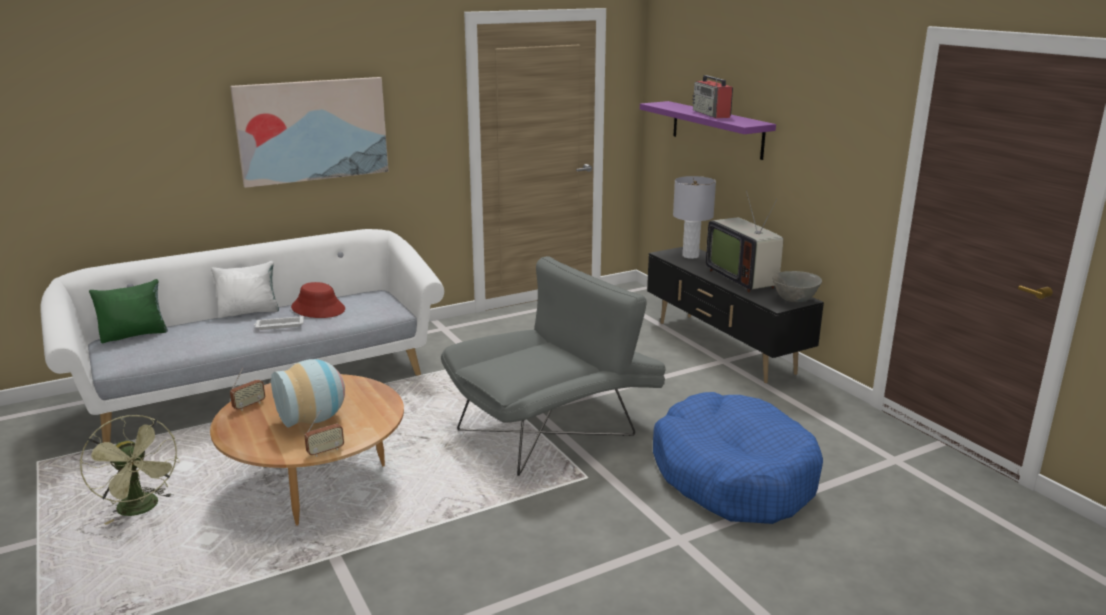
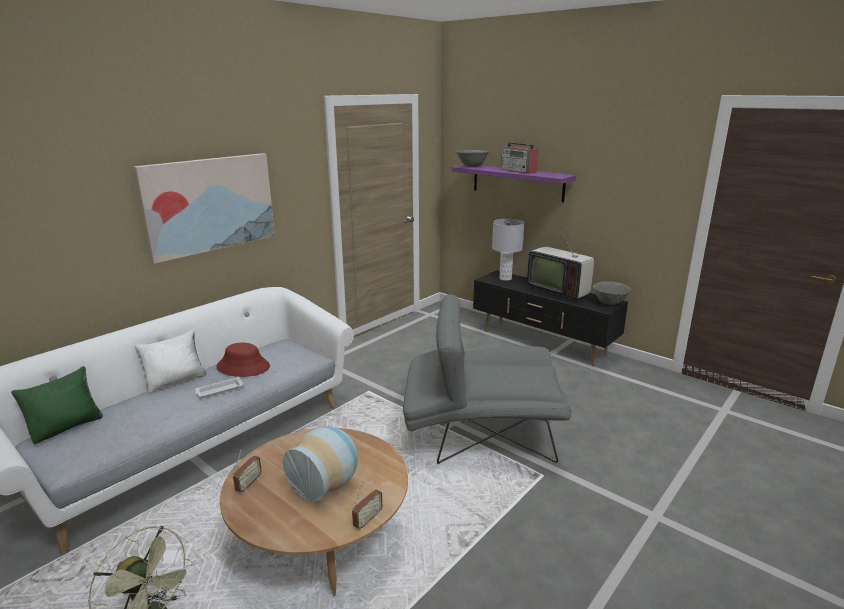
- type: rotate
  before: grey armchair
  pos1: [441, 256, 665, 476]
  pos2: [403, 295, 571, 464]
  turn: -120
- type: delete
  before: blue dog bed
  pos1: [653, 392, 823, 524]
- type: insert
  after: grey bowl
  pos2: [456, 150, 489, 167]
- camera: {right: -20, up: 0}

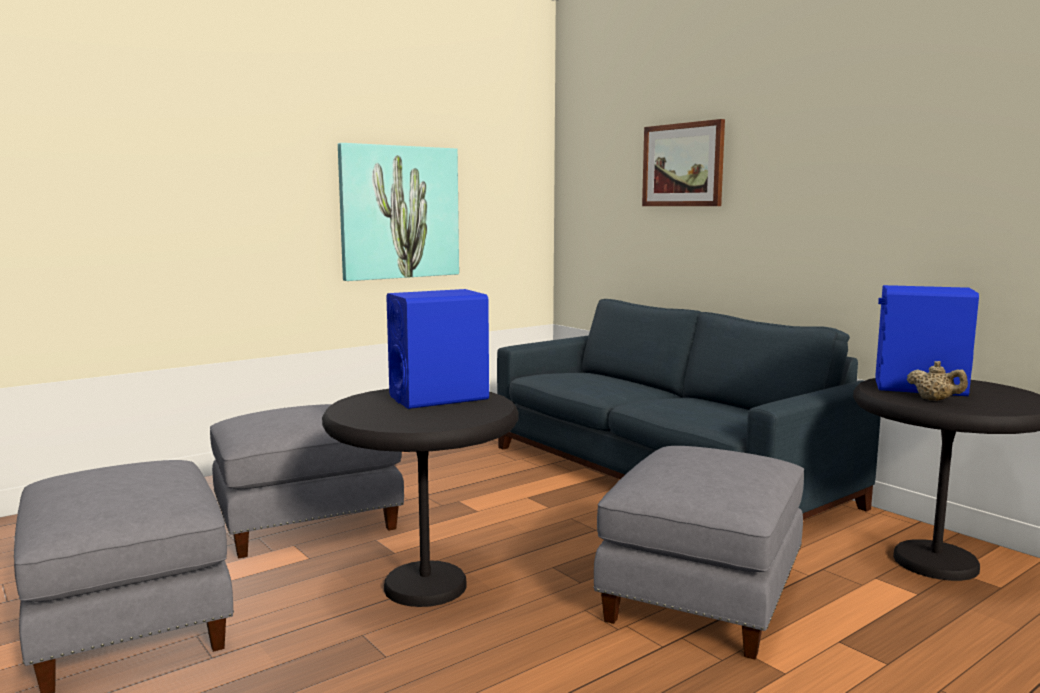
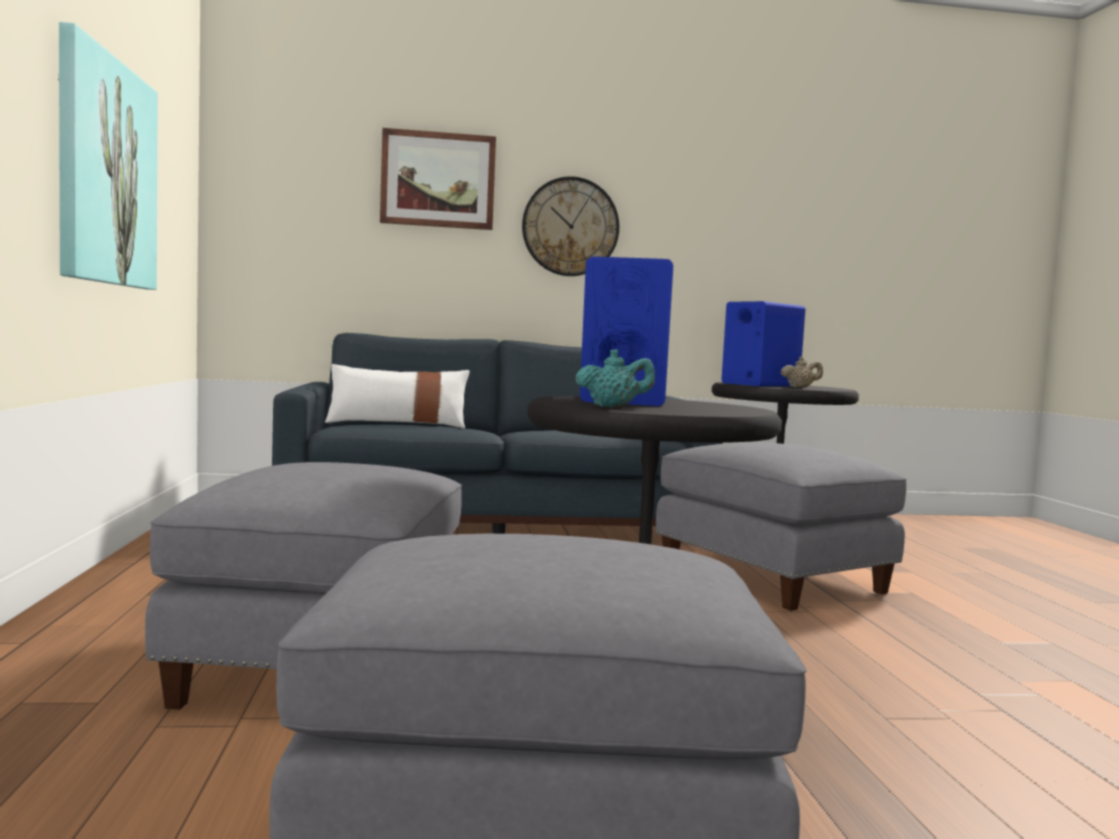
- type: insert
  after: wall clock
  pos2: [522, 176, 619, 276]
- type: insert
  after: turquoise teapot
  pos2: [576, 349, 655, 407]
- type: insert
  after: white pillow
  pos2: [325, 364, 470, 428]
- camera: {right: -60, up: -5}

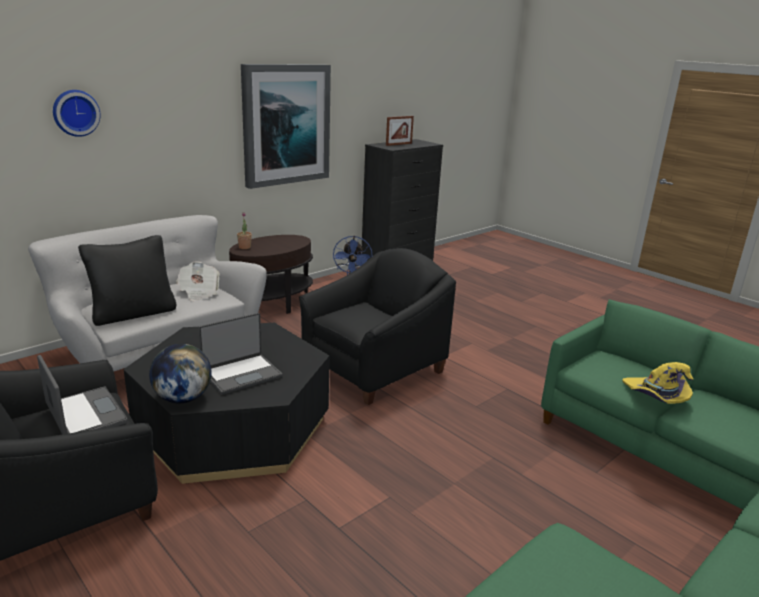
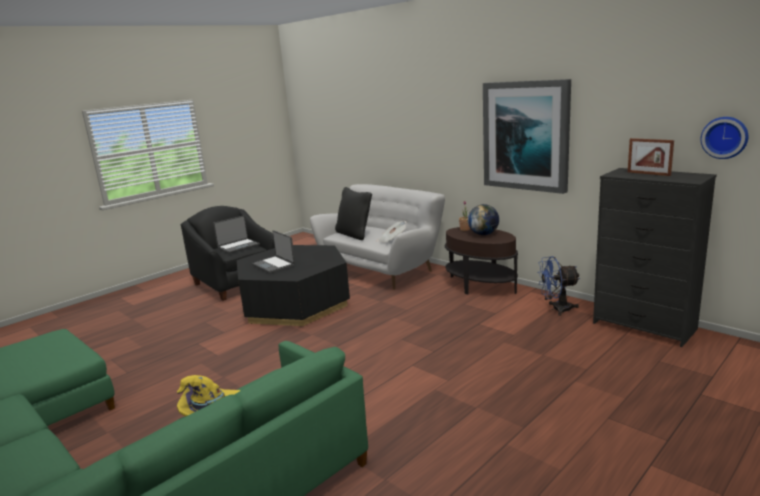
- type: move
  before: wall clock
  pos1: [53, 90, 101, 137]
  pos2: [701, 117, 748, 159]
- type: delete
  before: black armchair
  pos1: [299, 248, 456, 405]
- type: move
  before: globe
  pos1: [149, 344, 212, 403]
  pos2: [468, 204, 499, 235]
- camera: {right: 90, up: -5}

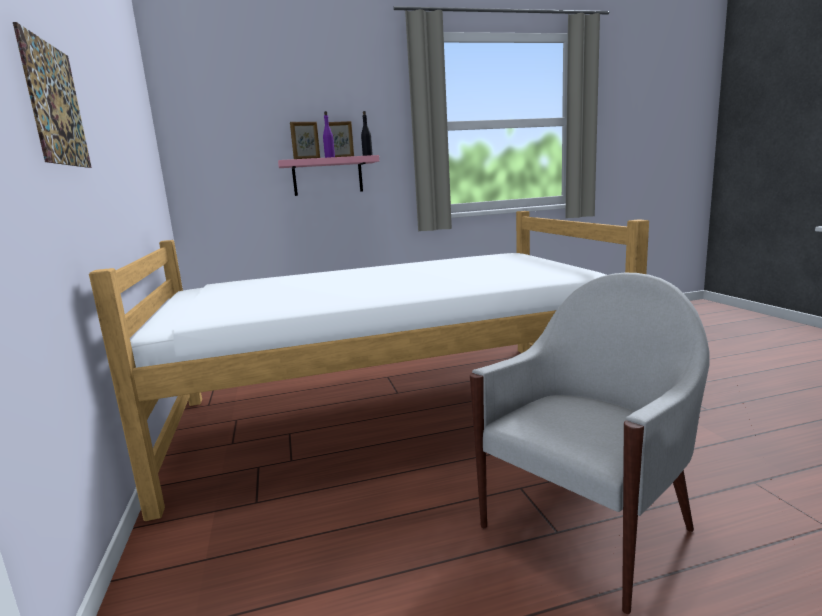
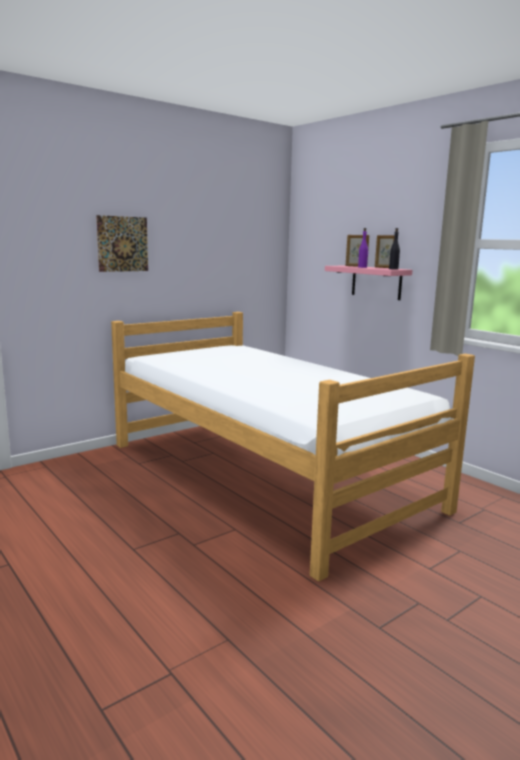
- type: delete
  before: white armchair
  pos1: [470, 273, 710, 614]
- camera: {right: 65, up: 0}

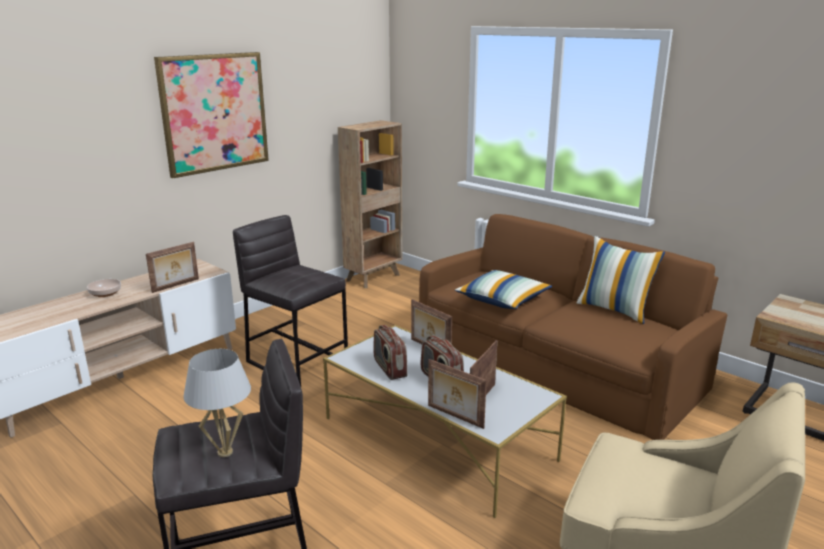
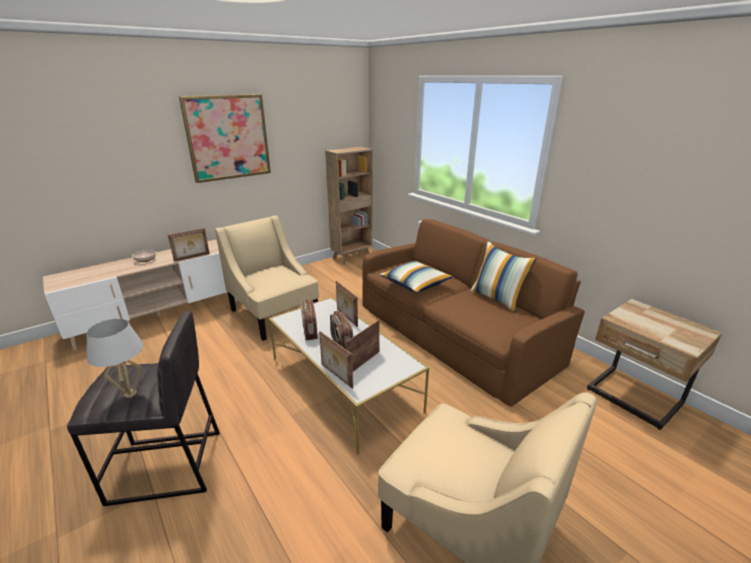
- type: replace
  before: grey stool
  after: beige armchair
  pos1: [233, 215, 348, 386]
  pos2: [215, 216, 319, 341]
- camera: {right: 10, up: 5}

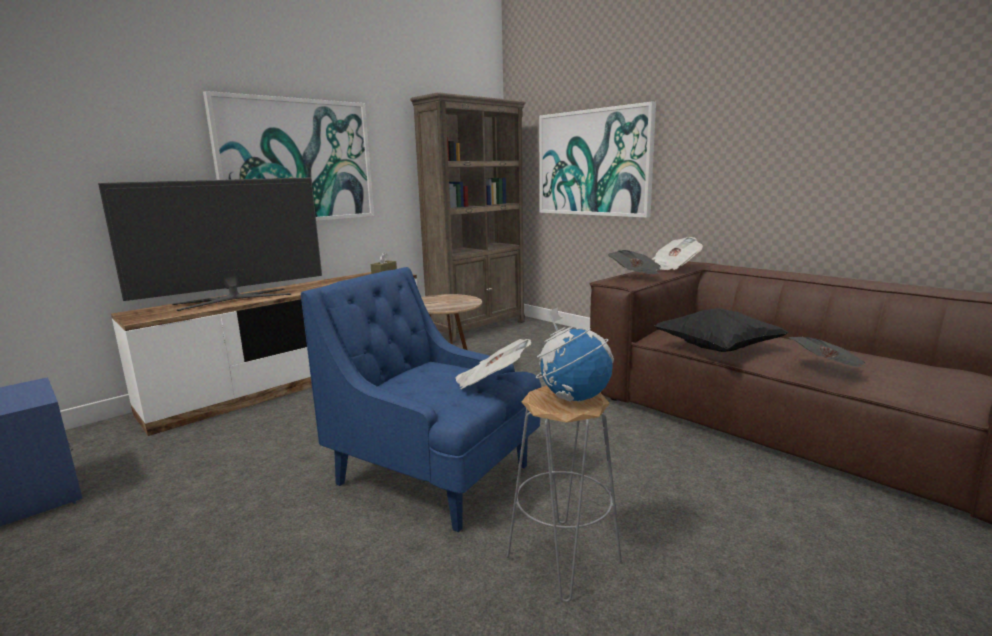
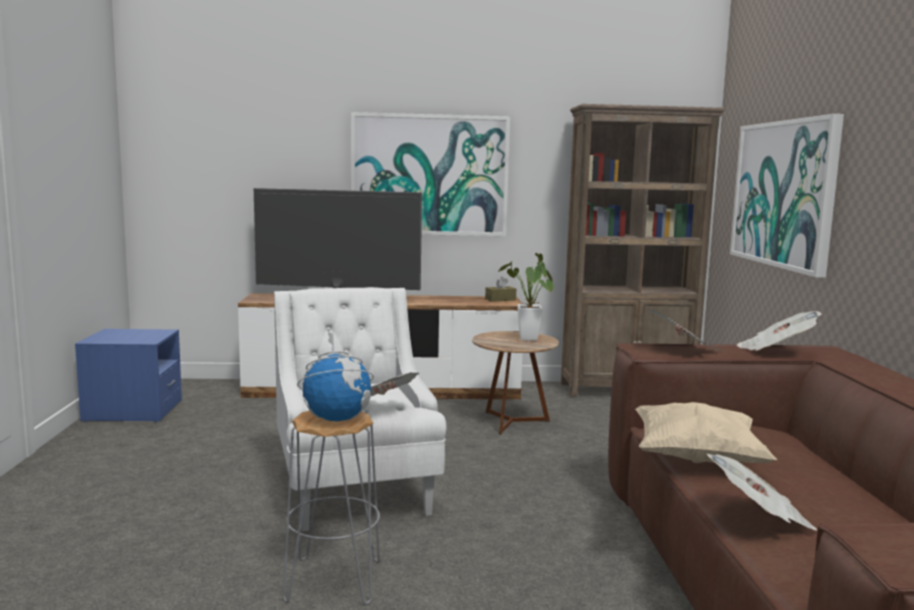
- type: recolor
  before: blue armchair
  after: white armchair
  pos1: [301, 267, 541, 532]
  pos2: [274, 287, 447, 531]
- type: recolor
  before: black pillow
  after: beige pillow
  pos1: [655, 309, 789, 352]
  pos2: [635, 402, 777, 463]
- type: insert
  after: potted plant
  pos2: [497, 253, 554, 341]
- camera: {right: 40, up: -5}

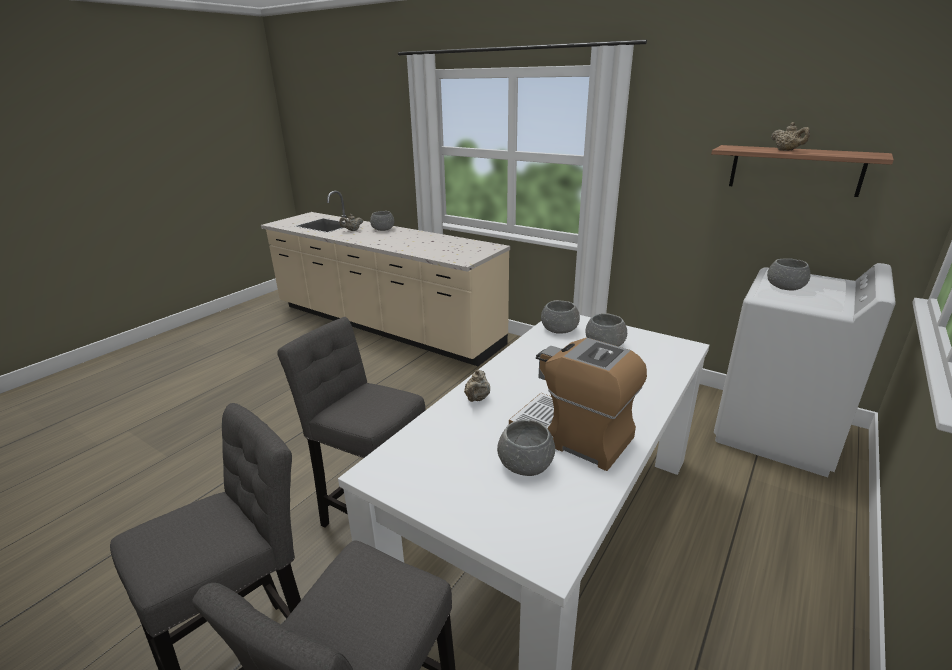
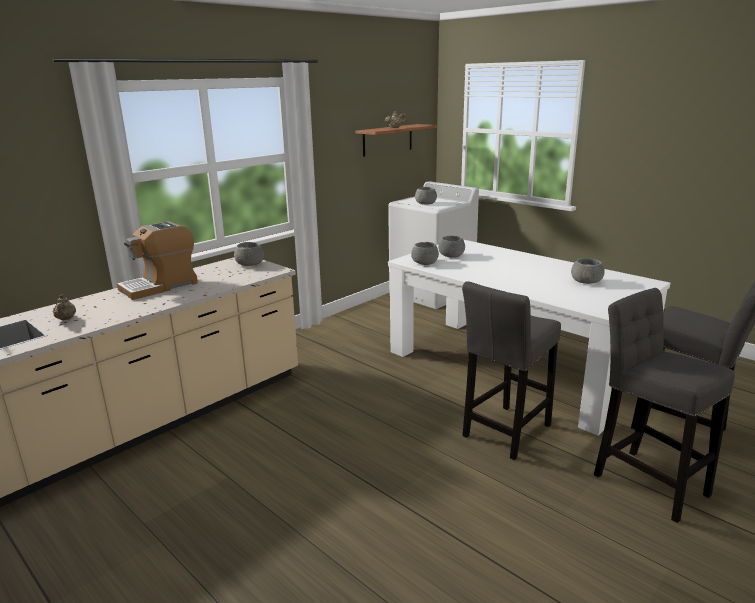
- type: move
  before: grey bowl
  pos1: [370, 211, 394, 231]
  pos2: [234, 242, 264, 266]
- type: move
  before: coffee machine
  pos1: [509, 338, 647, 471]
  pos2: [117, 221, 198, 300]
- type: delete
  before: beige teapot
  pos1: [464, 369, 490, 402]
- camera: {right: -80, up: -5}

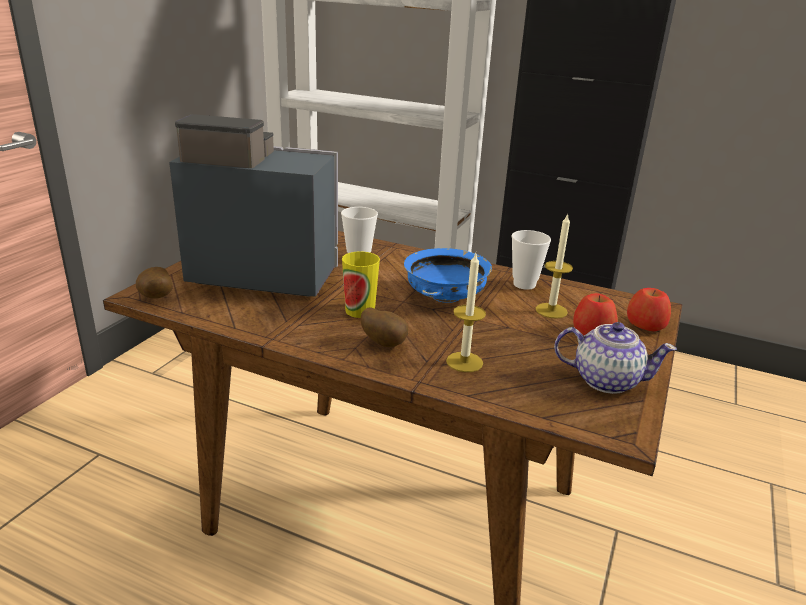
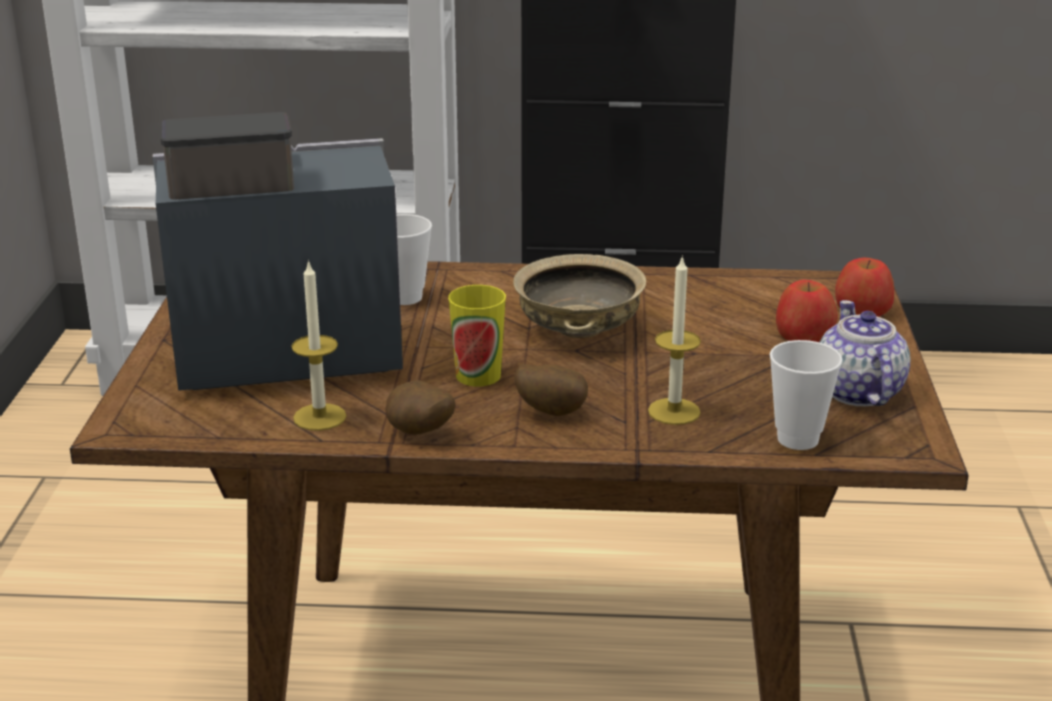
- type: move
  before: candle
  pos1: [536, 213, 573, 319]
  pos2: [291, 260, 346, 431]
- type: move
  before: cup
  pos1: [512, 230, 551, 290]
  pos2: [770, 340, 843, 450]
- type: recolor
  before: blue bowl
  after: beige bowl
  pos1: [404, 248, 492, 303]
  pos2: [513, 254, 646, 338]
- type: move
  before: potato
  pos1: [136, 267, 173, 299]
  pos2: [385, 381, 455, 435]
- type: rotate
  before: teapot
  pos1: [554, 322, 677, 394]
  pos2: [819, 300, 911, 406]
  turn: -90
- camera: {right: -20, up: 0}

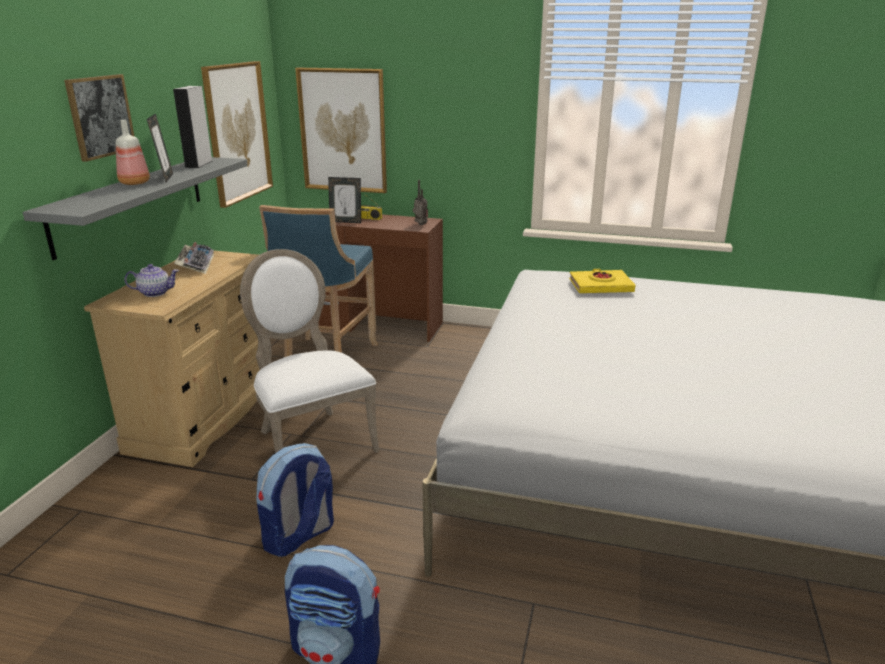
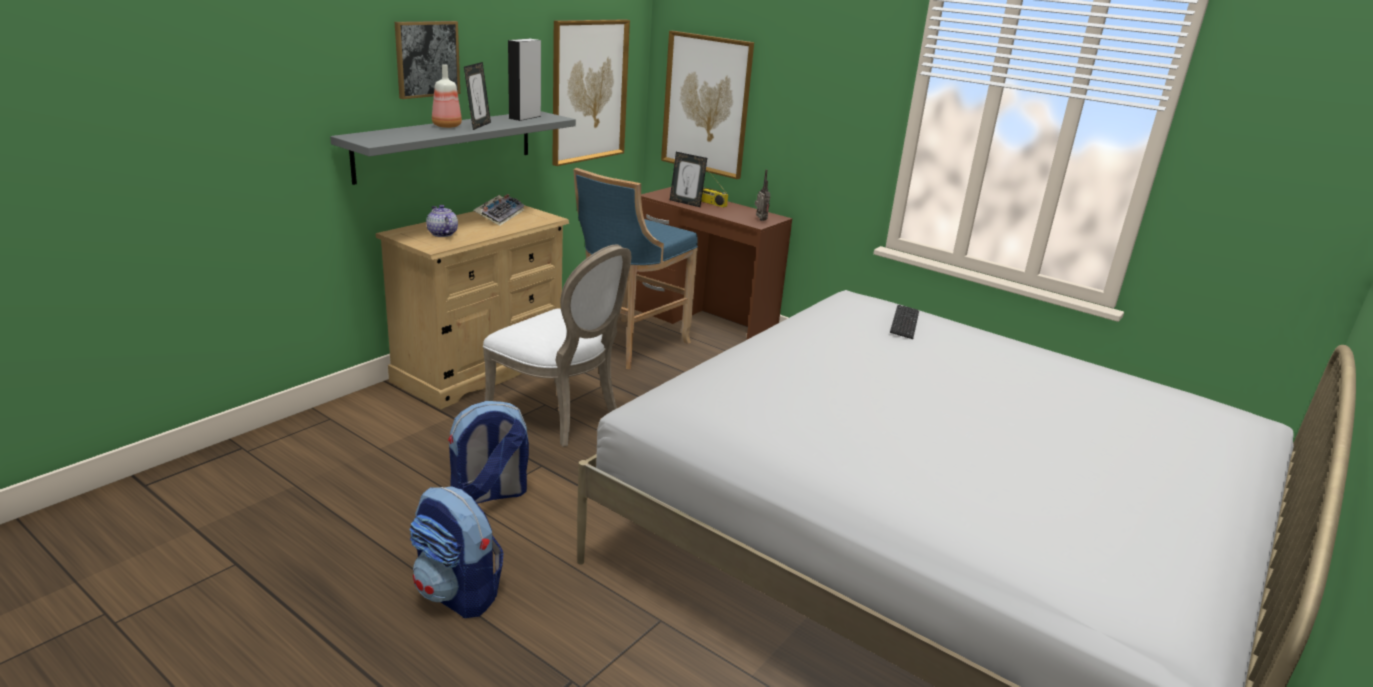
- type: rotate
  before: white chair
  pos1: [240, 249, 379, 453]
  pos2: [483, 245, 631, 447]
  turn: 135
- type: rotate
  before: teapot
  pos1: [124, 264, 179, 297]
  pos2: [426, 205, 458, 237]
  turn: -135
- type: replace
  before: yellow book
  after: keyboard
  pos1: [569, 269, 635, 293]
  pos2: [890, 305, 919, 339]
- camera: {right: 20, up: 0}

